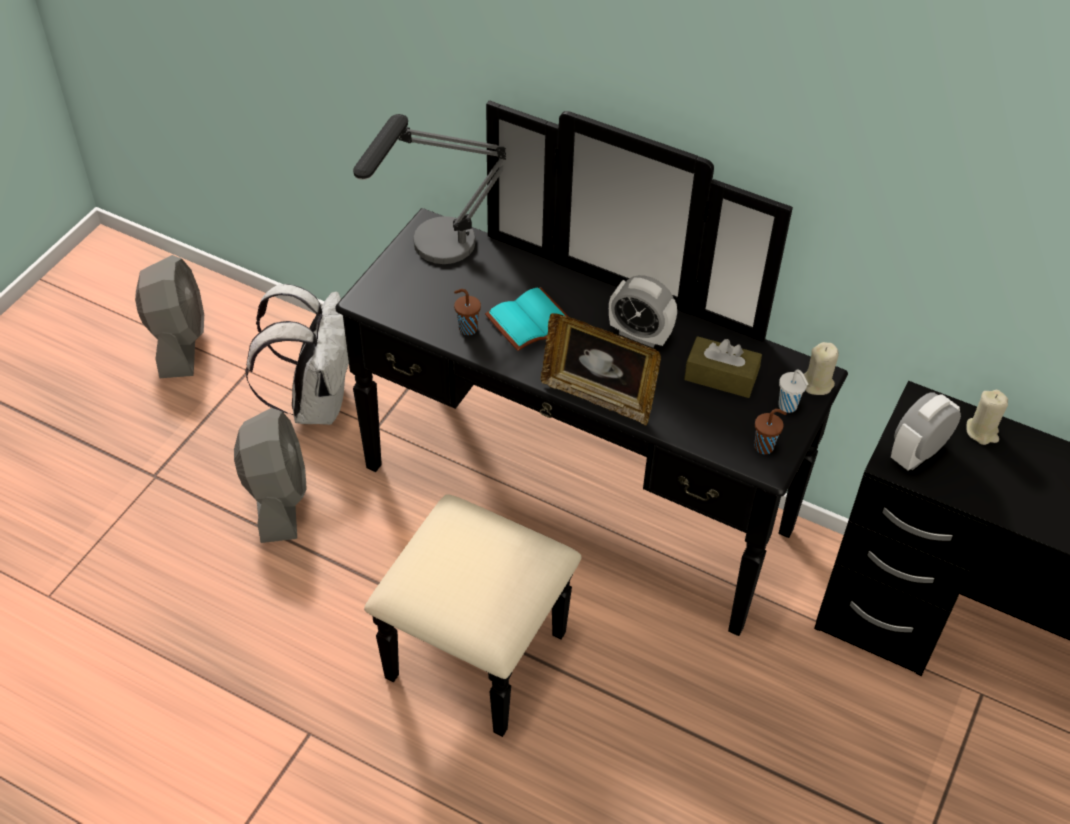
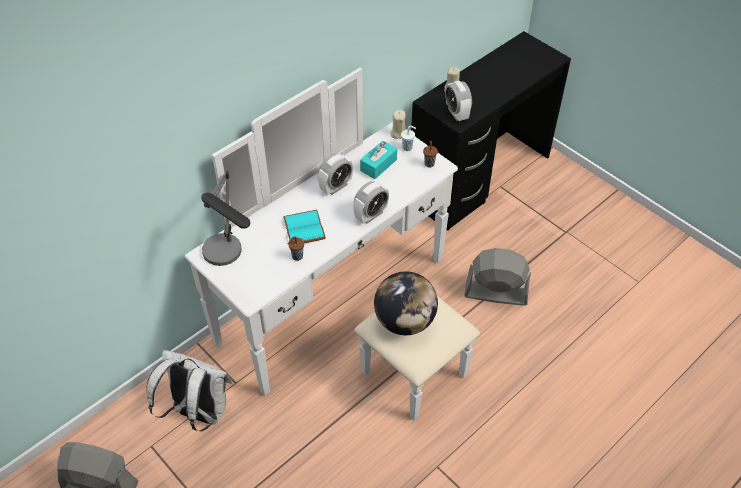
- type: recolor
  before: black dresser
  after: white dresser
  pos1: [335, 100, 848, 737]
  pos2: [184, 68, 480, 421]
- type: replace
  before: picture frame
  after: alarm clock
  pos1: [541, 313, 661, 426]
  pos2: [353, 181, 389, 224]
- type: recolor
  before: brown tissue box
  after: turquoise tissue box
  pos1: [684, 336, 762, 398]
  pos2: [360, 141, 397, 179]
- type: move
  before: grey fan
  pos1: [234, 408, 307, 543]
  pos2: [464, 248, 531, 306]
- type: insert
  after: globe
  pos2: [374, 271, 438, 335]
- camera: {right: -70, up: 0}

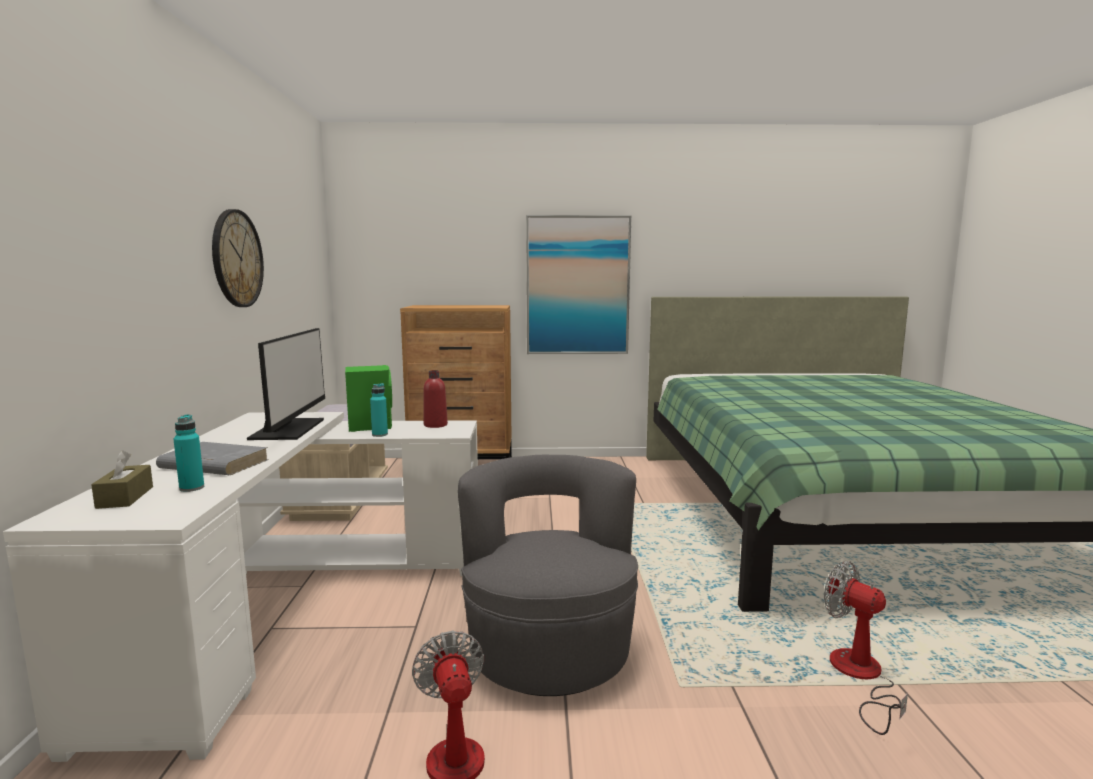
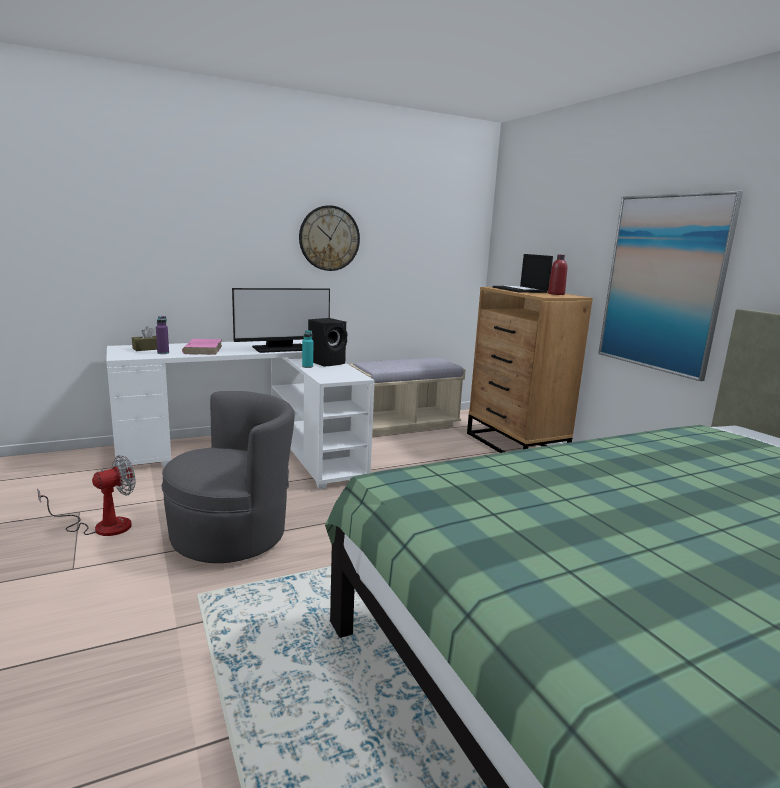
- type: recolor
  before: green speaker
  after: black speaker
  pos1: [345, 365, 392, 432]
  pos2: [308, 318, 347, 367]
- type: move
  before: red bottle
  pos1: [423, 370, 448, 428]
  pos2: [548, 254, 567, 295]
- type: recolor
  before: turquoise bottle
  after: purple bottle
  pos1: [174, 414, 204, 492]
  pos2: [156, 316, 169, 354]
- type: recolor
  before: grey book
  after: pink book
  pos1: [156, 442, 269, 475]
  pos2: [182, 339, 222, 355]
- type: delete
  before: fan
  pos1: [824, 561, 908, 735]
- type: insert
  after: laptop
  pos2: [493, 254, 553, 293]
- camera: {right: 65, up: 5}

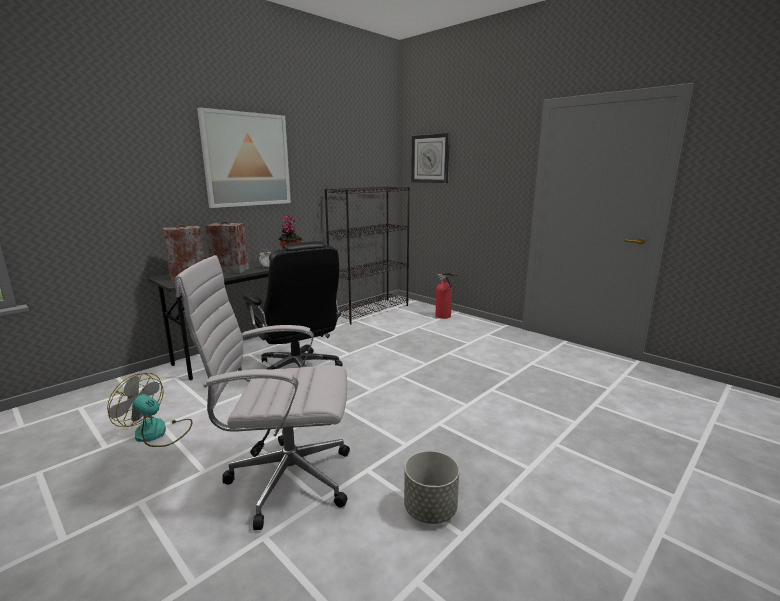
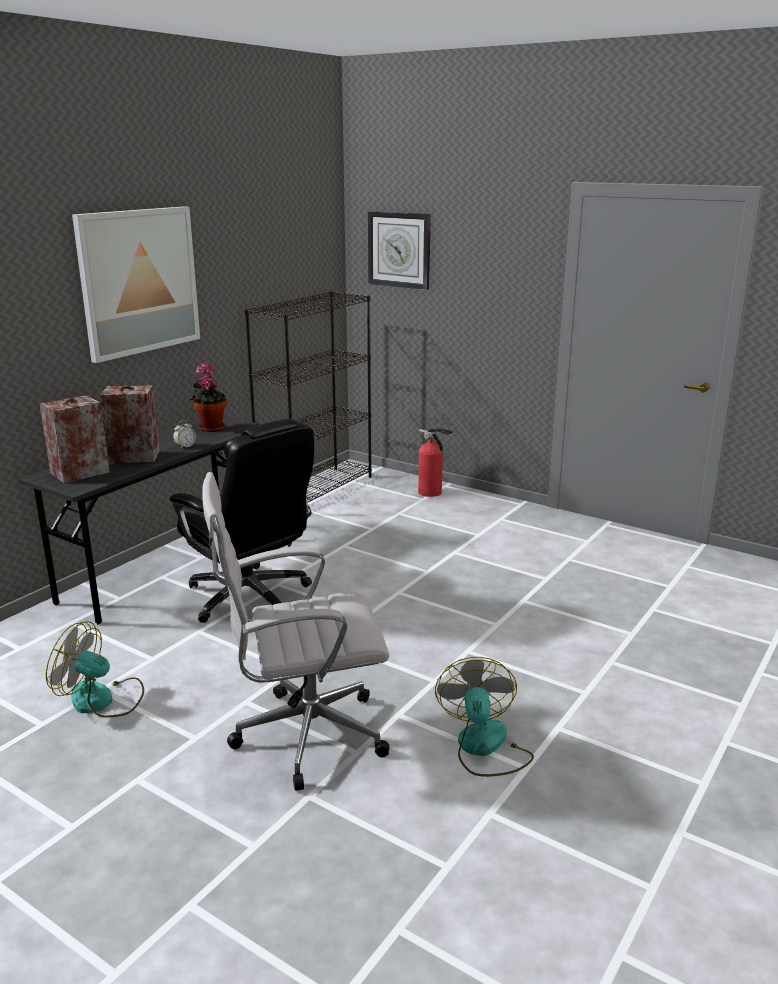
- type: replace
  before: grey planter
  after: fan
  pos1: [404, 451, 459, 524]
  pos2: [435, 657, 534, 777]
- camera: {right: -10, up: 5}

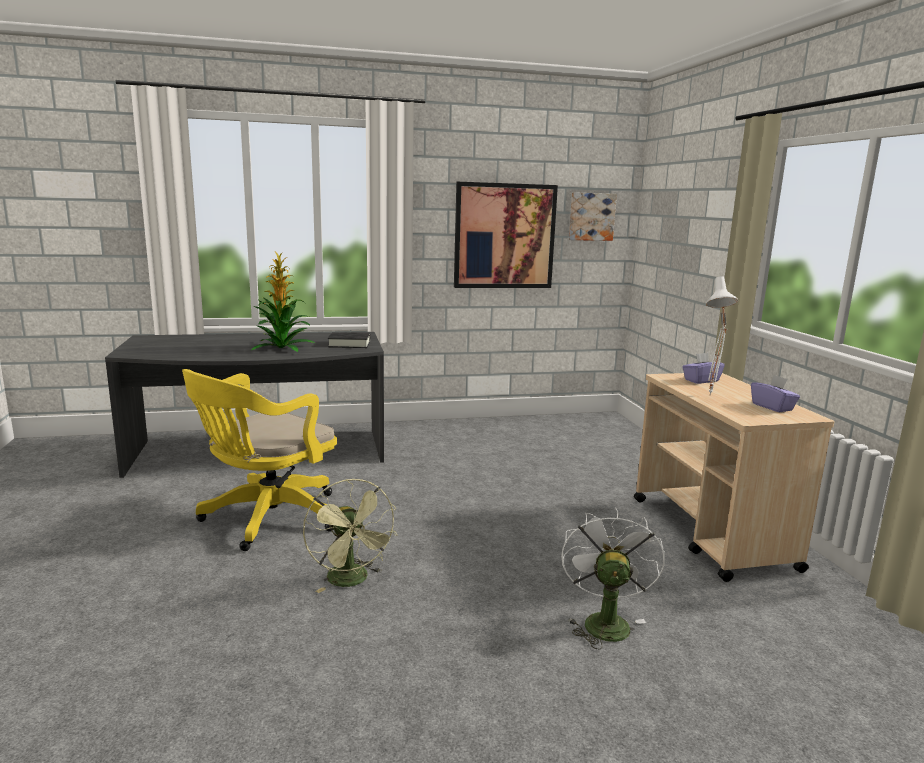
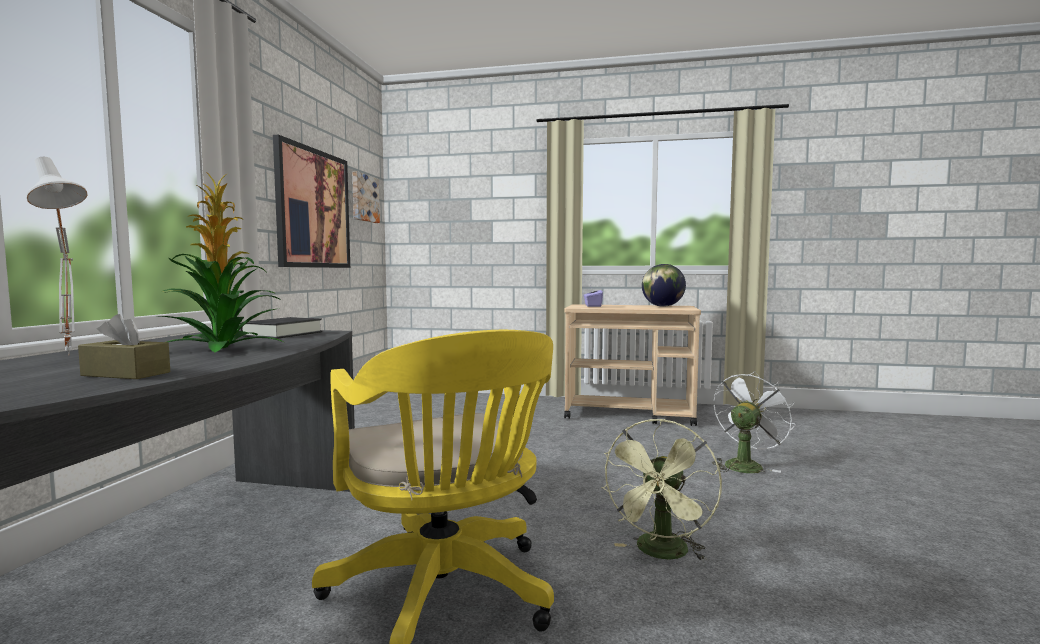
- type: move
  before: white table lamp
  pos1: [706, 276, 738, 395]
  pos2: [26, 157, 88, 356]
- type: replace
  before: purple tissue box
  after: globe
  pos1: [751, 375, 800, 412]
  pos2: [642, 264, 686, 307]
- type: rotate
  before: green fan
  pos1: [303, 479, 398, 593]
  pos2: [601, 419, 722, 561]
  turn: 120
- type: rotate
  before: white fan
  pos1: [561, 507, 665, 650]
  pos2: [712, 371, 795, 473]
  turn: 105
- type: insert
  after: brown tissue box
  pos2: [78, 314, 170, 379]
- camera: {right: -65, up: -10}

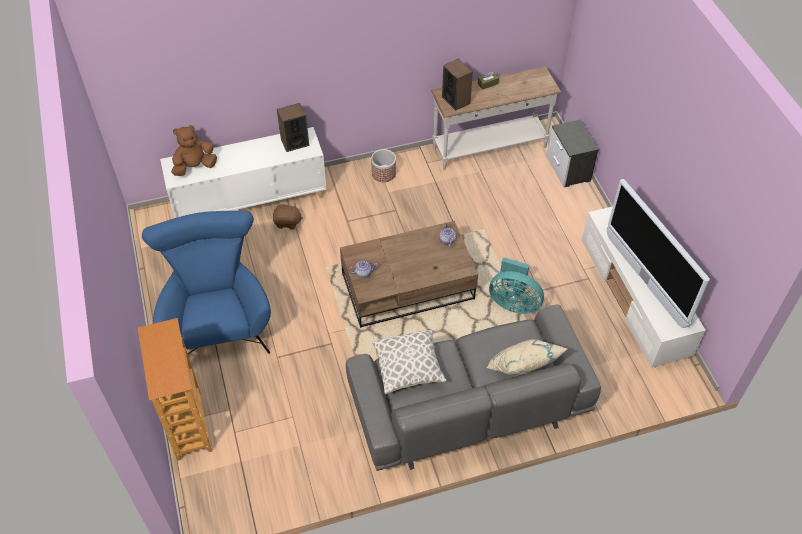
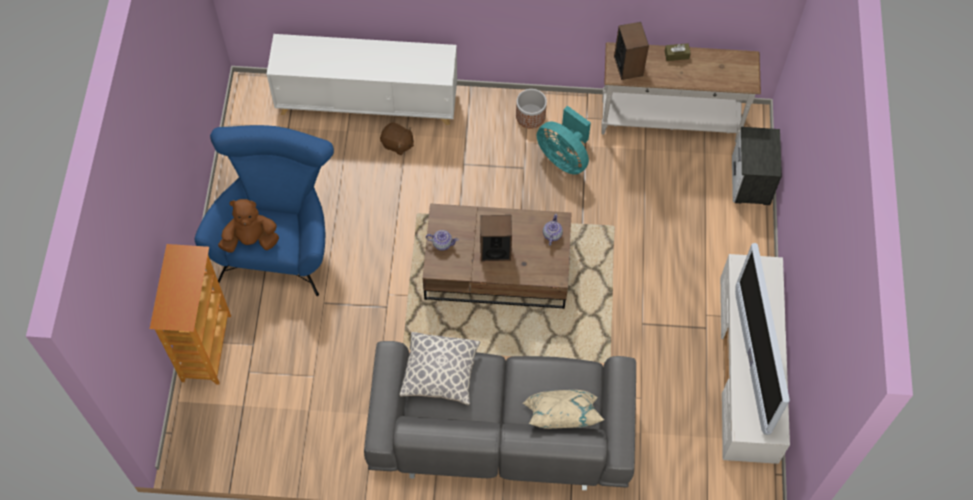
- type: move
  before: speaker
  pos1: [277, 103, 309, 152]
  pos2: [480, 215, 512, 261]
- type: move
  before: brown plush toy
  pos1: [171, 125, 217, 176]
  pos2: [218, 199, 279, 253]
- type: move
  before: turquoise fan
  pos1: [489, 257, 544, 314]
  pos2: [537, 106, 591, 175]
- camera: {right: 20, up: 10}

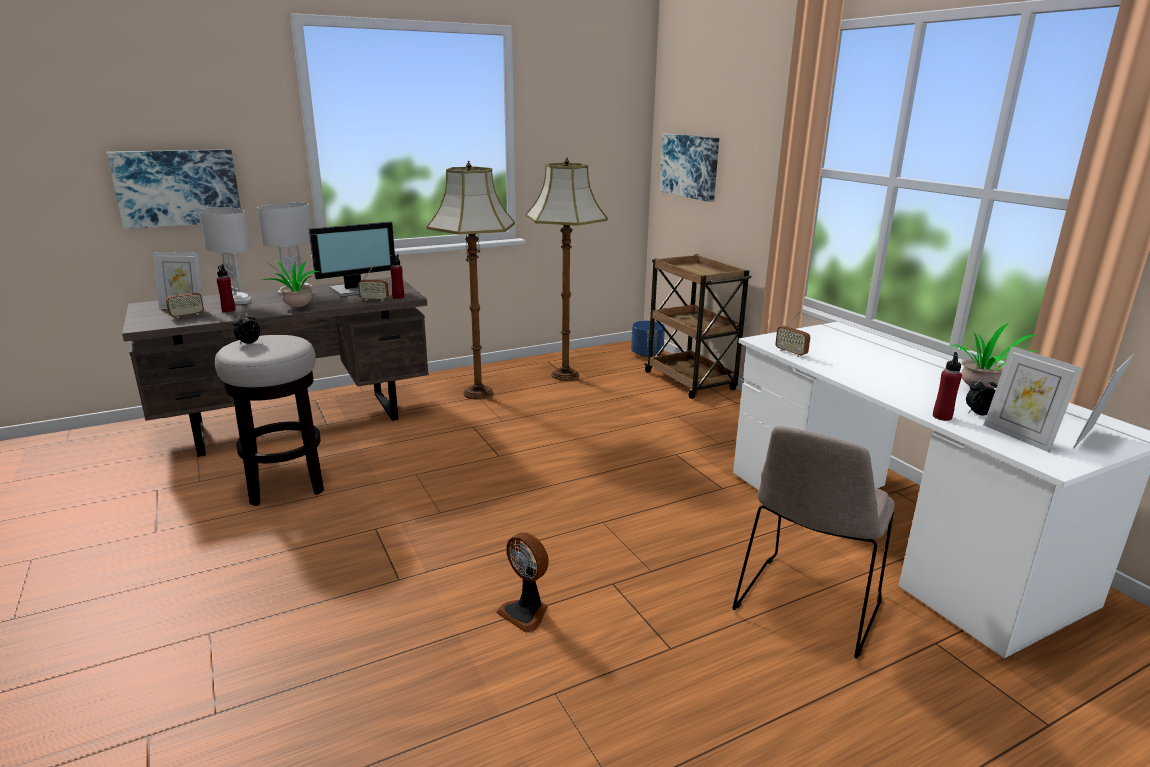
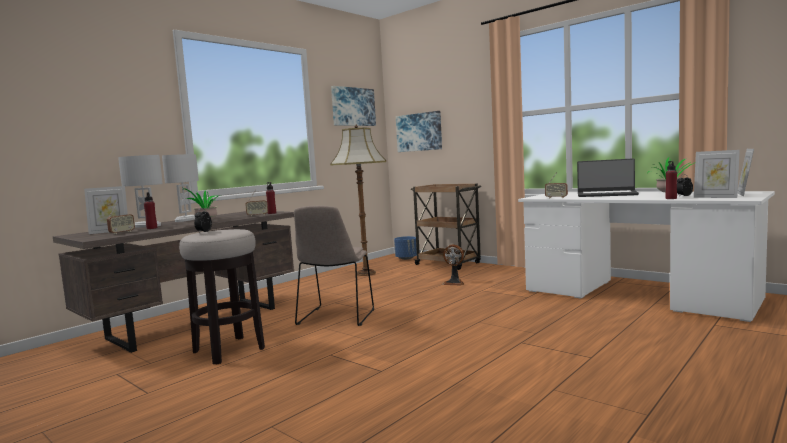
- type: move
  before: picture
  pos1: [107, 149, 241, 229]
  pos2: [331, 86, 376, 126]
- type: delete
  before: floor lamp
  pos1: [426, 160, 515, 399]
- type: delete
  before: monitor
  pos1: [309, 221, 395, 297]
- type: move
  before: beige chair
  pos1: [733, 426, 895, 659]
  pos2: [294, 206, 374, 326]
- type: move
  before: fan
  pos1: [496, 532, 549, 633]
  pos2: [443, 245, 464, 285]
- type: insert
  after: laptop
  pos2: [577, 158, 639, 197]
- camera: {right: -20, up: -15}

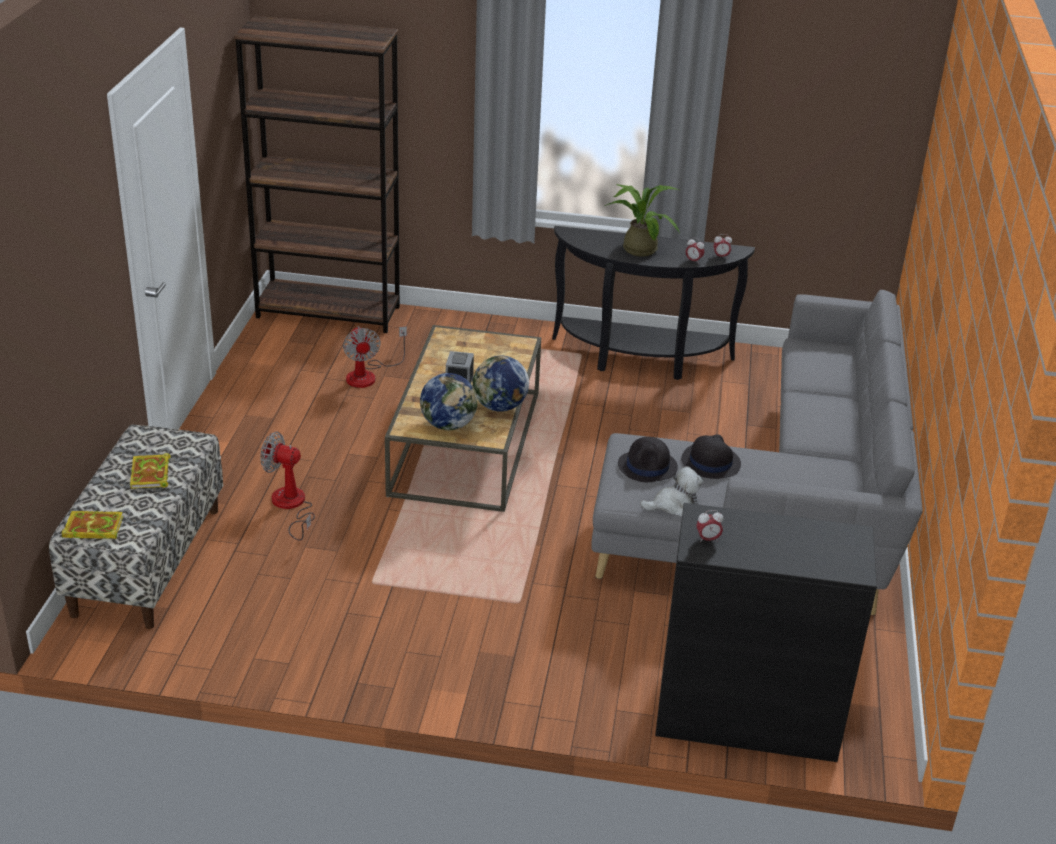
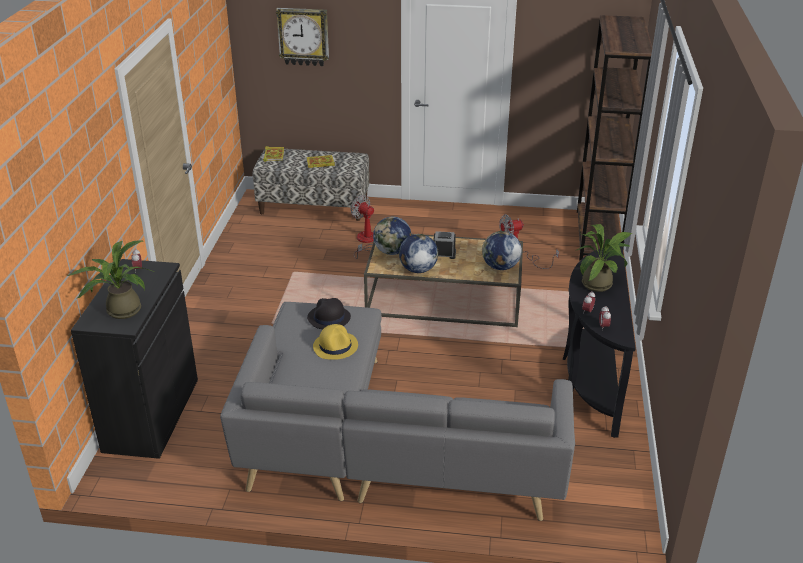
- type: rotate
  before: fan
  pos1: [260, 432, 315, 541]
  pos2: [350, 195, 374, 259]
  turn: -60
- type: recolor
  before: black hat
  after: yellow hat
  pos1: [681, 435, 741, 479]
  pos2: [313, 324, 358, 360]
- type: delete
  before: plush toy
  pos1: [640, 466, 703, 517]
- type: insert
  after: wall clock
  pos2: [276, 8, 329, 66]
- type: insert
  after: globe
  pos2: [482, 231, 522, 270]
- type: insert
  after: potted plant
  pos2: [67, 240, 152, 319]
- camera: {right: 90, up: 0}

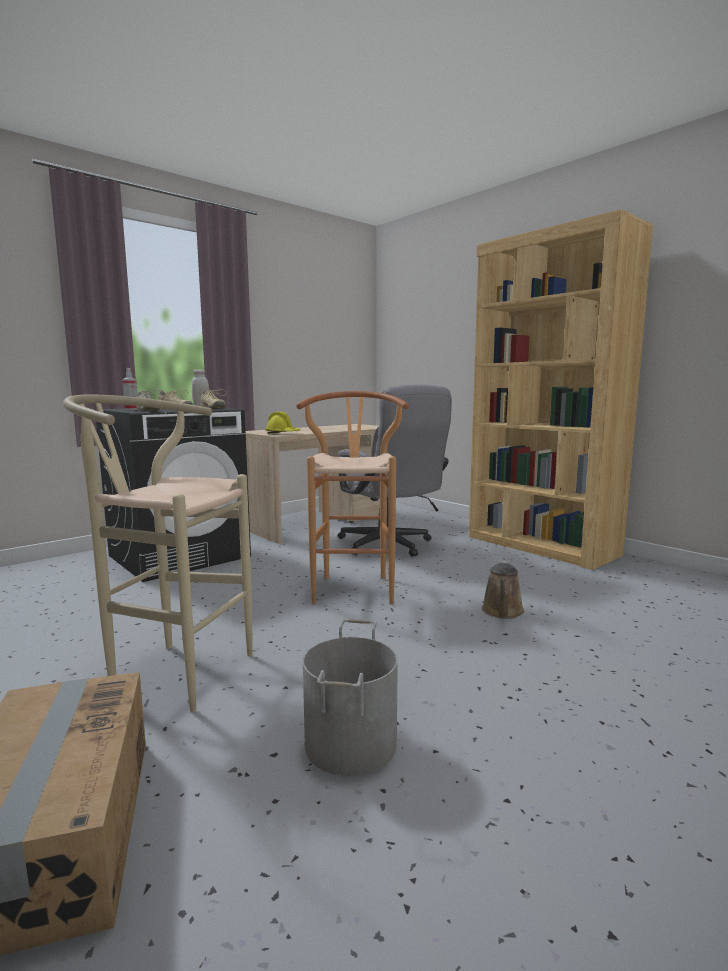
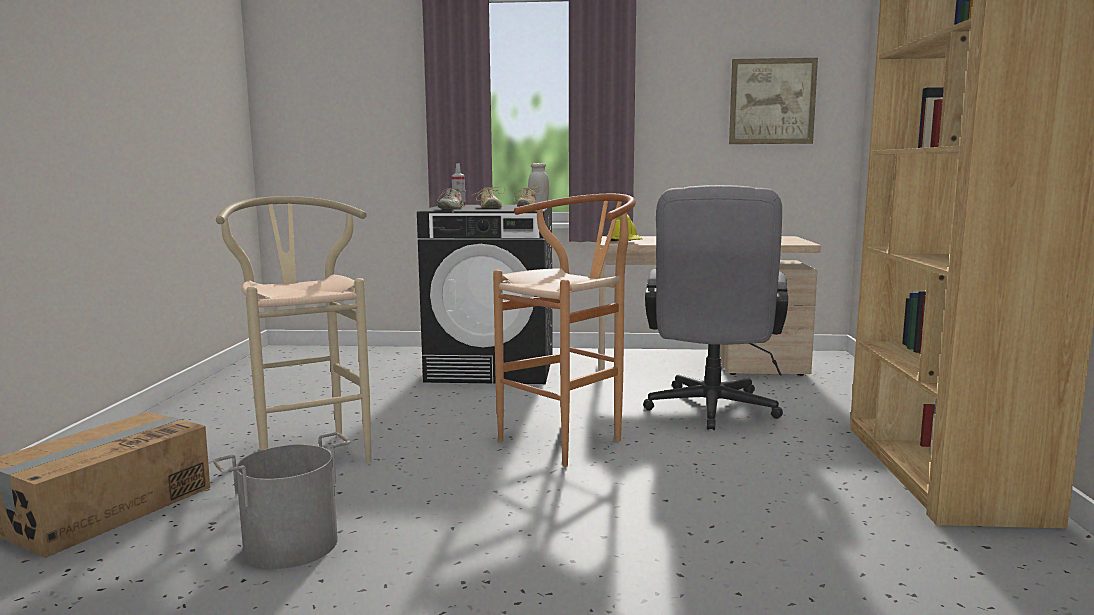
- type: delete
  before: brown watering can
  pos1: [482, 561, 524, 619]
- type: insert
  after: picture
  pos2: [729, 58, 818, 144]
- camera: {right: 45, up: 0}

